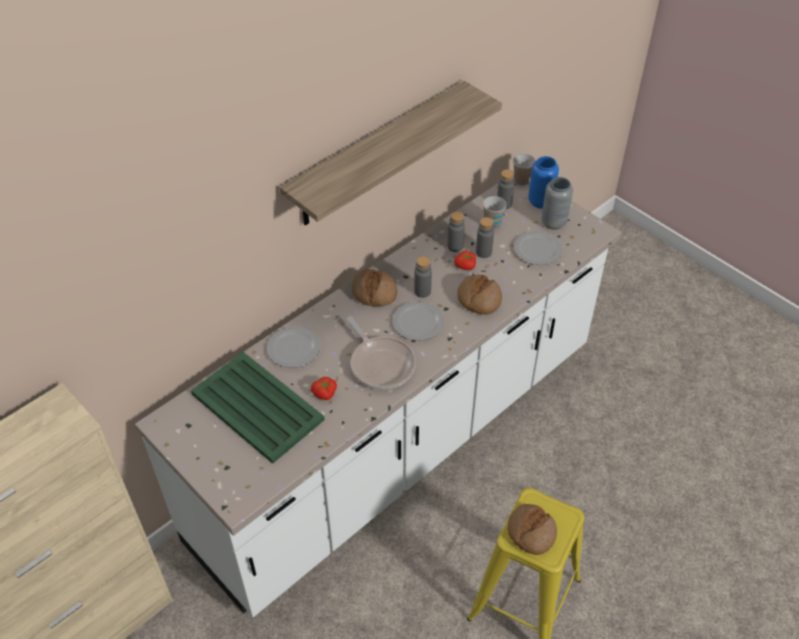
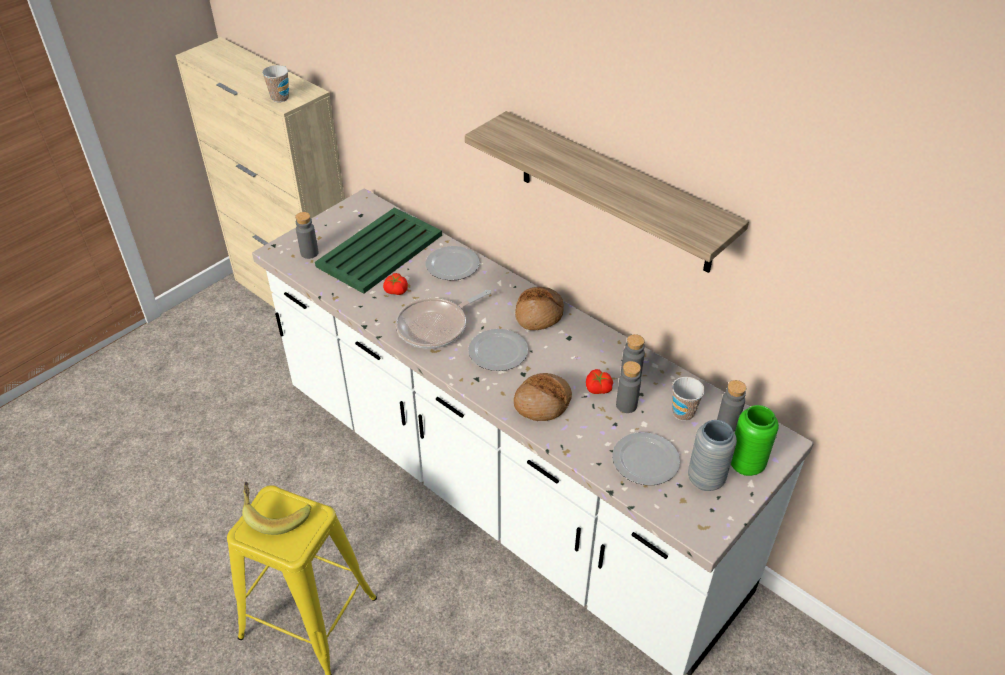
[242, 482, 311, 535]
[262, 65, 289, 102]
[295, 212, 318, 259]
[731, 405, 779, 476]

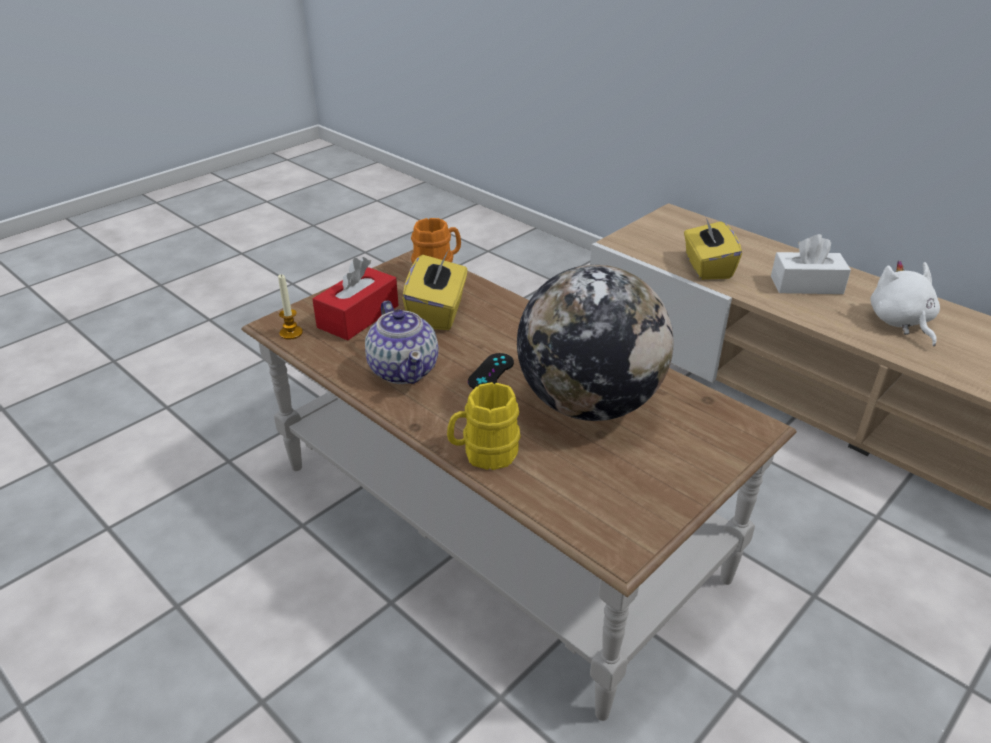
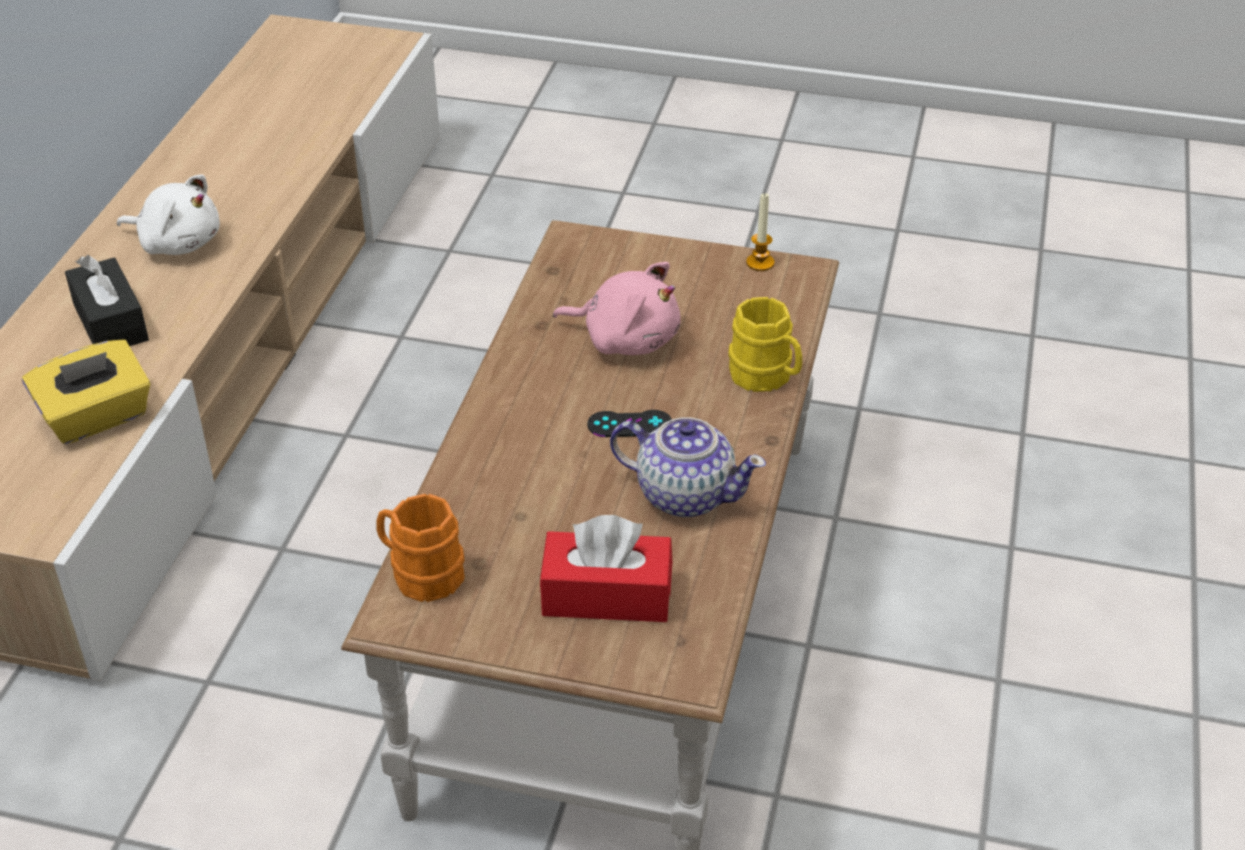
[65, 255, 149, 346]
[117, 174, 220, 255]
[553, 262, 681, 355]
[610, 417, 766, 517]
[746, 193, 775, 271]
[402, 251, 467, 330] (first image)

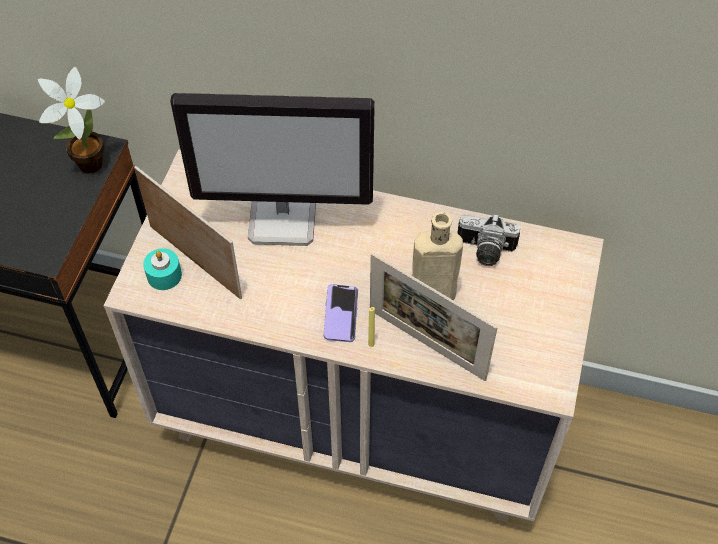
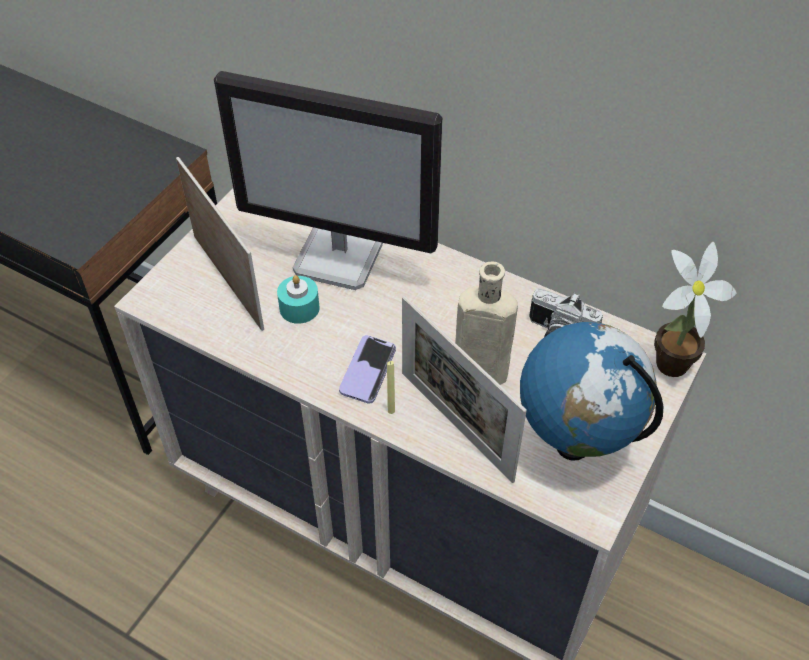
[277, 275, 320, 324]
[520, 322, 664, 461]
[654, 242, 737, 377]

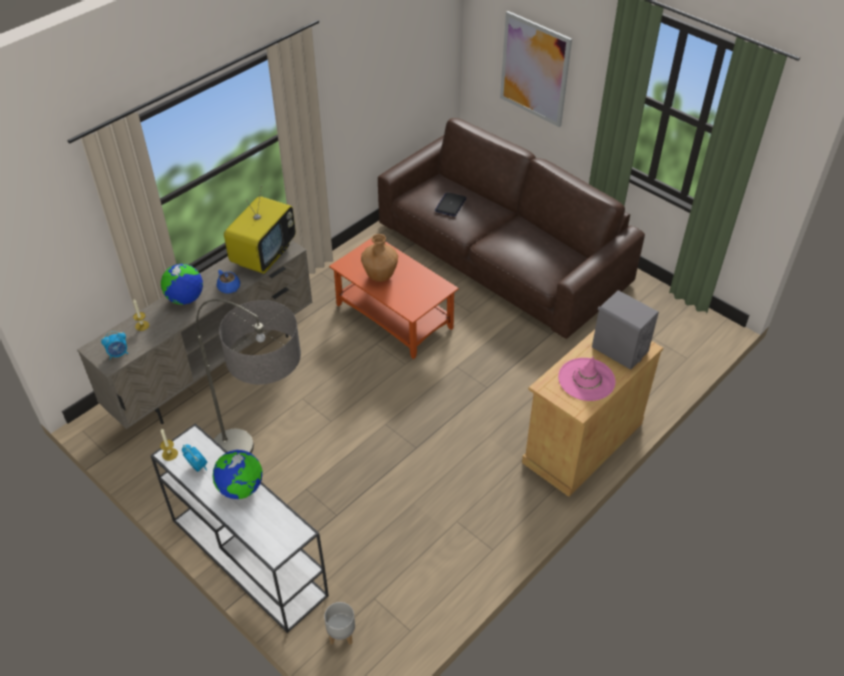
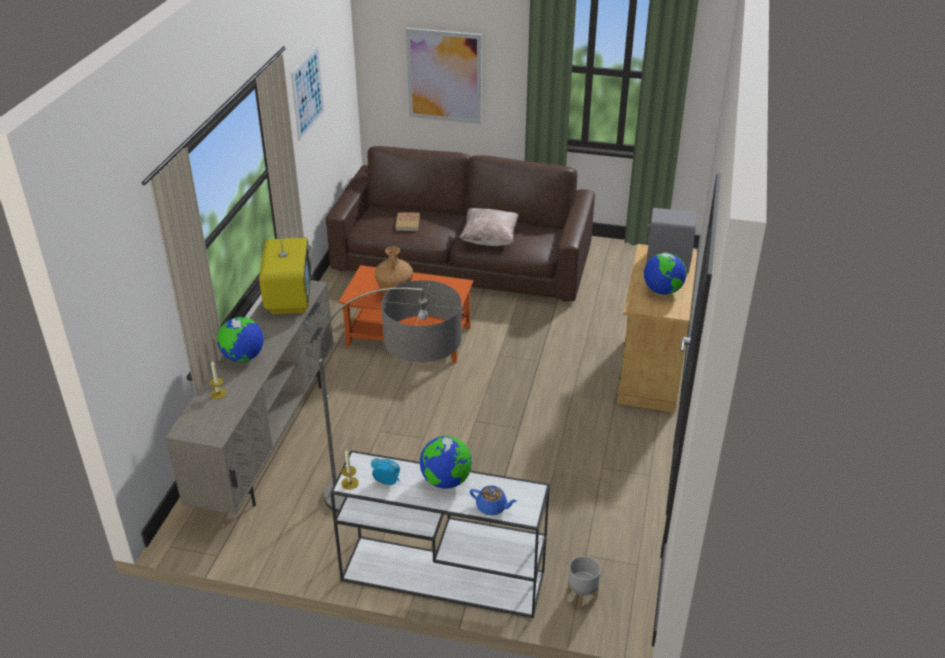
[291, 46, 325, 141]
[395, 213, 420, 231]
[459, 208, 519, 246]
[470, 485, 517, 515]
[644, 252, 687, 295]
[101, 331, 128, 359] (first image)

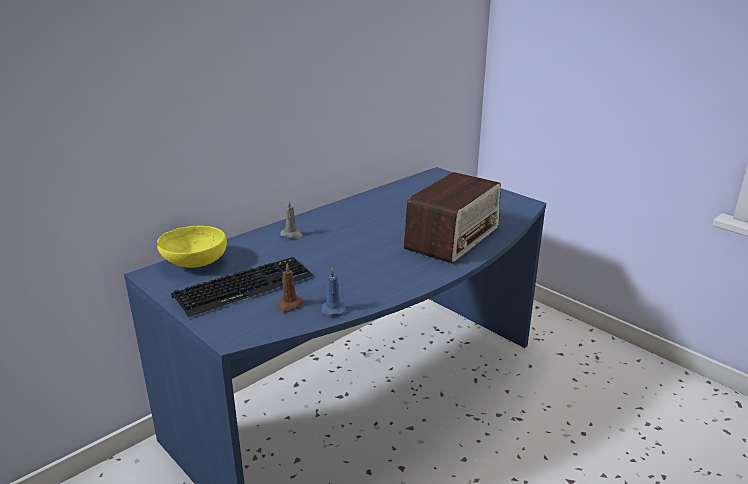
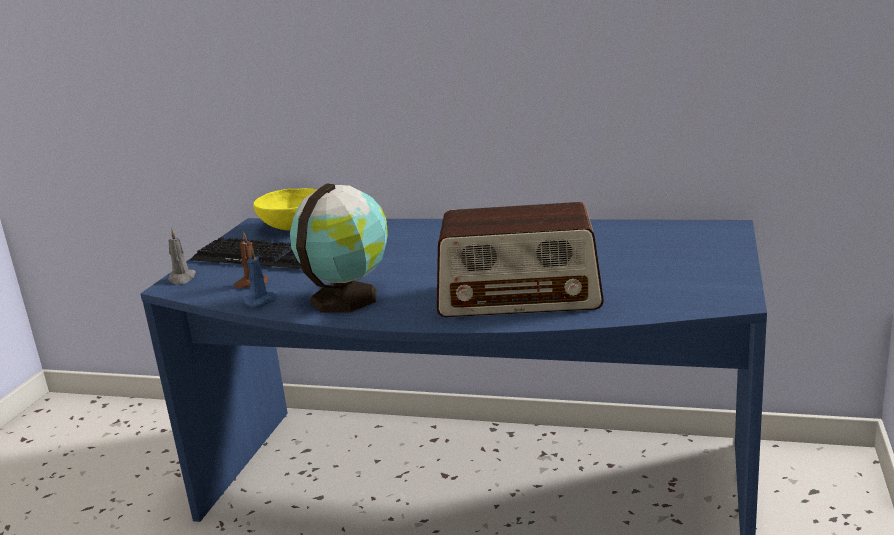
[168, 229, 196, 285]
[290, 184, 388, 312]

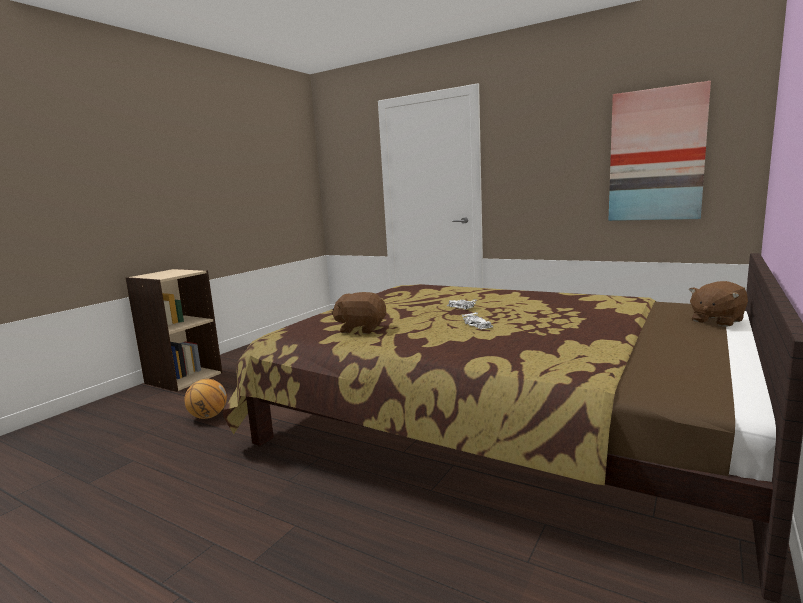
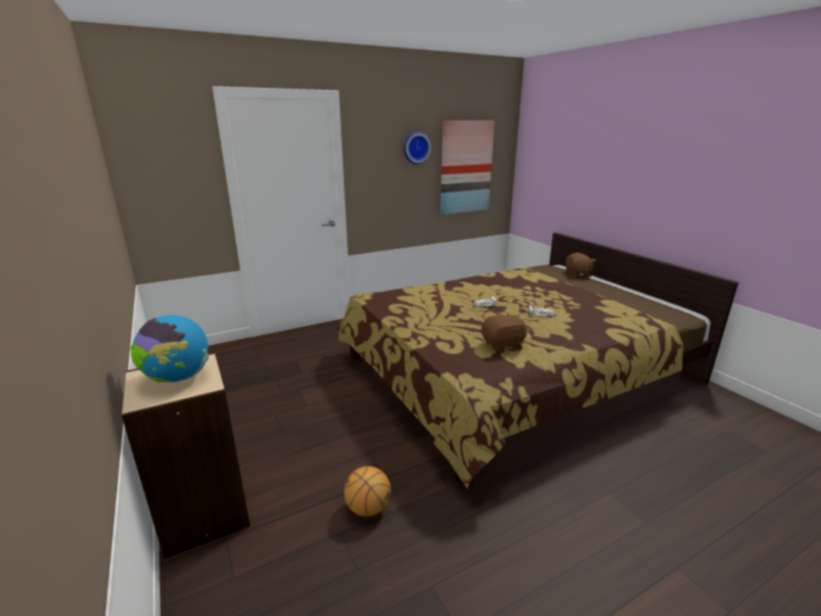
[131, 315, 209, 383]
[404, 132, 431, 164]
[481, 313, 527, 353]

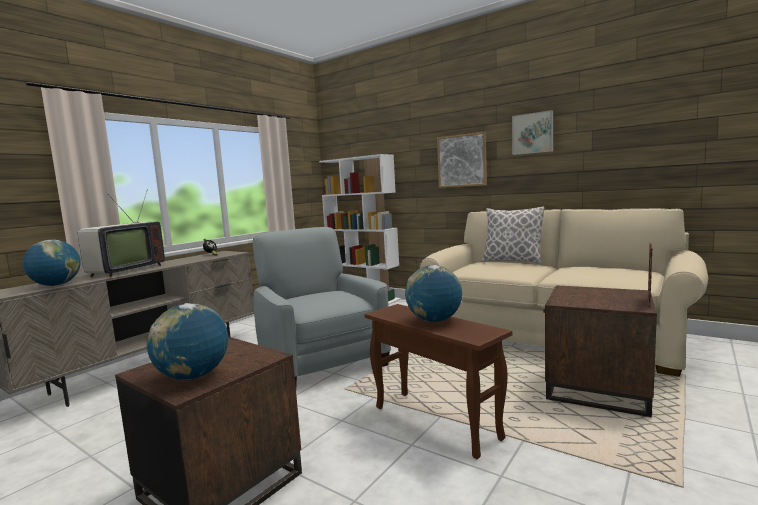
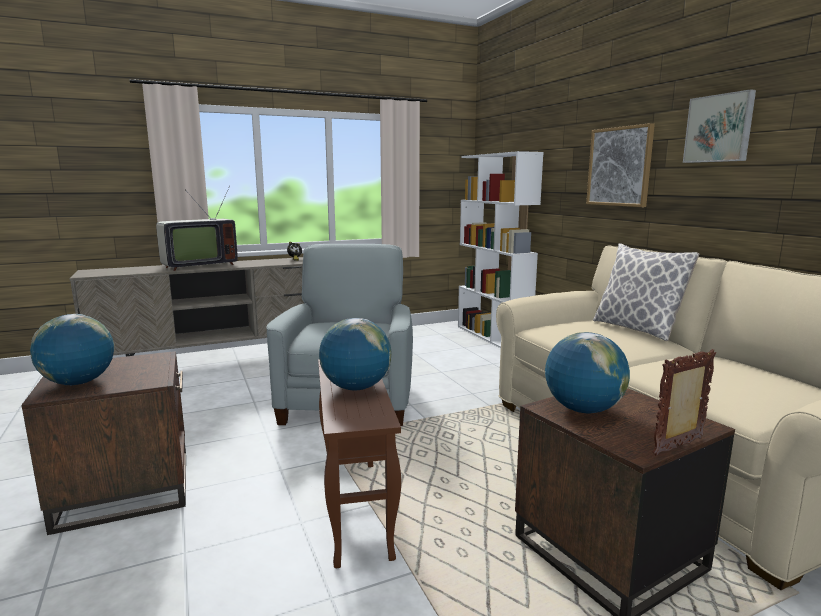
[545, 332, 630, 413]

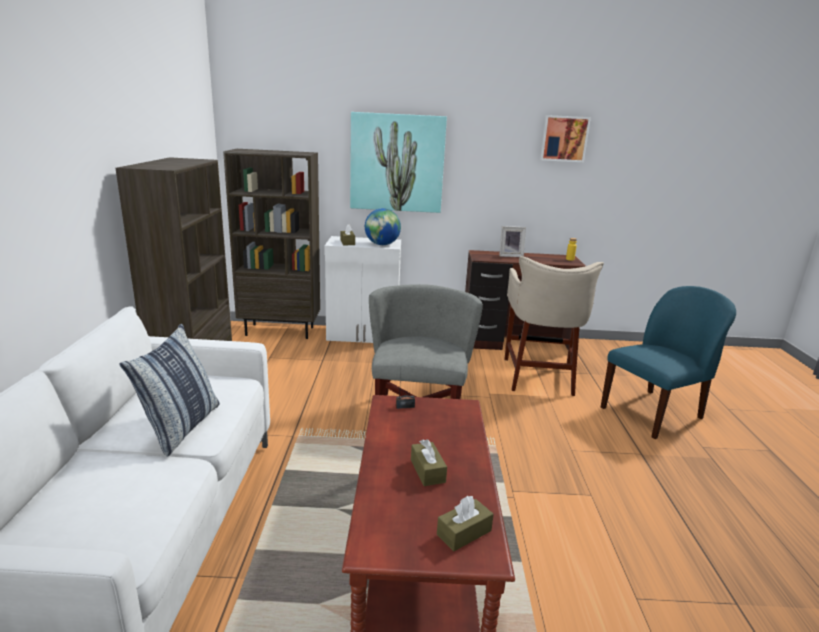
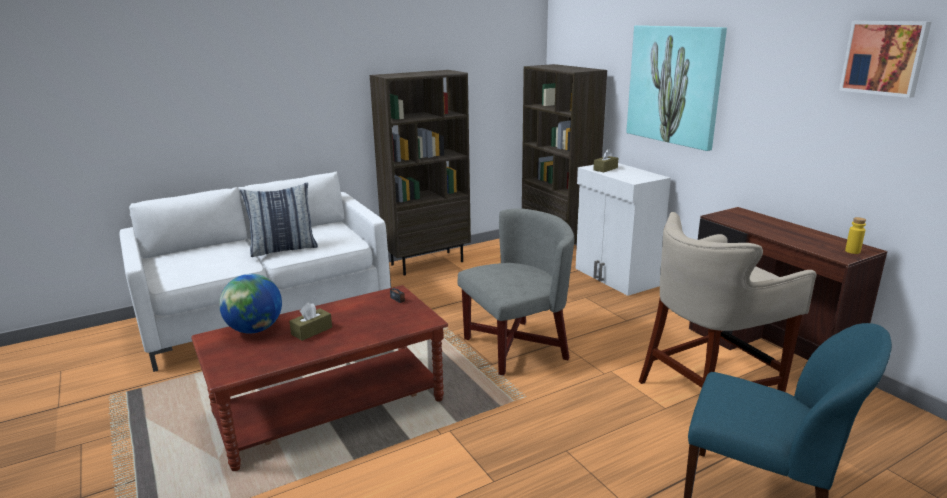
[219, 274, 282, 334]
[437, 496, 494, 551] (first image)
[499, 226, 526, 257] (first image)

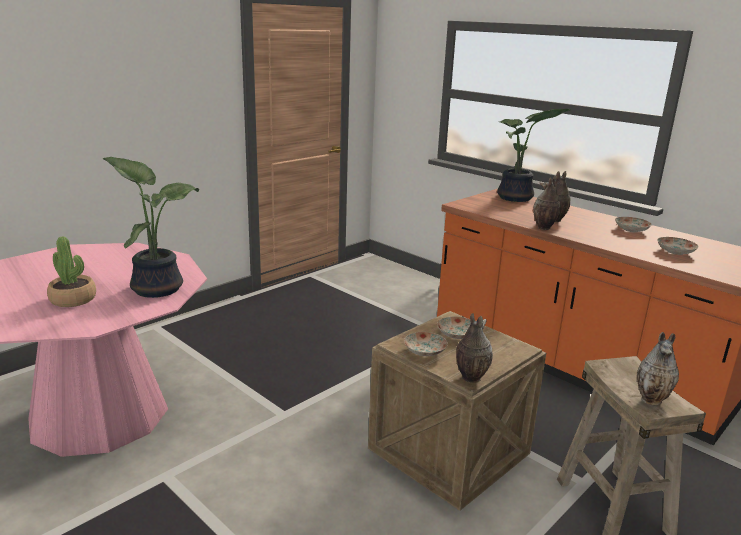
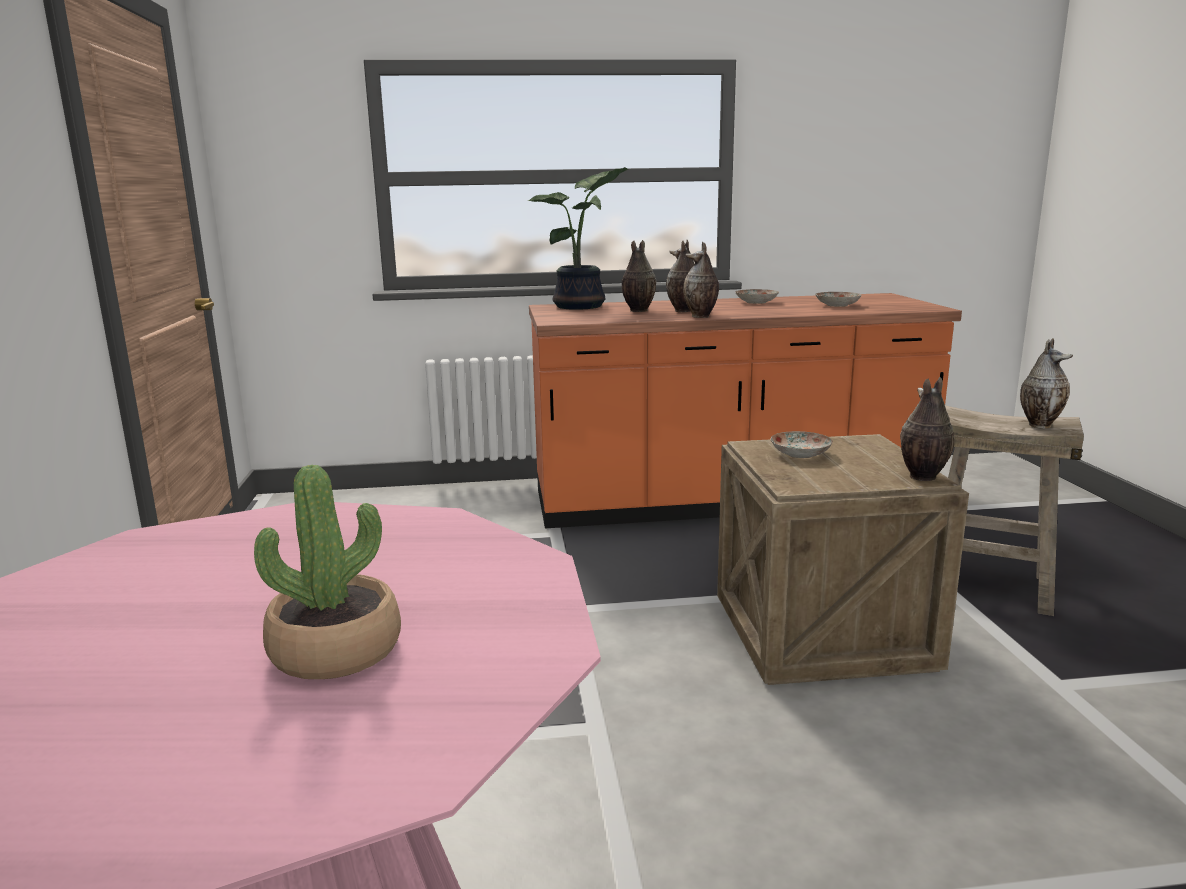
[622, 240, 657, 312]
[102, 157, 199, 298] (first image)
[404, 332, 448, 356] (first image)

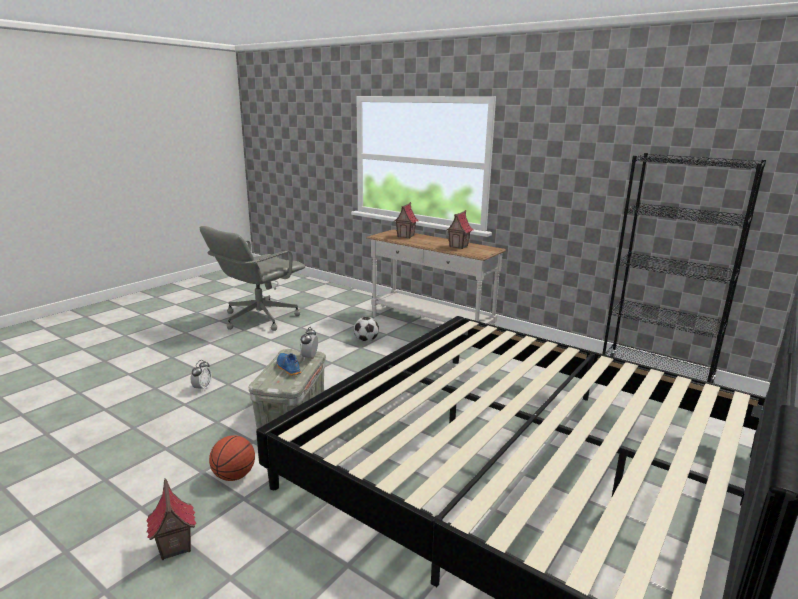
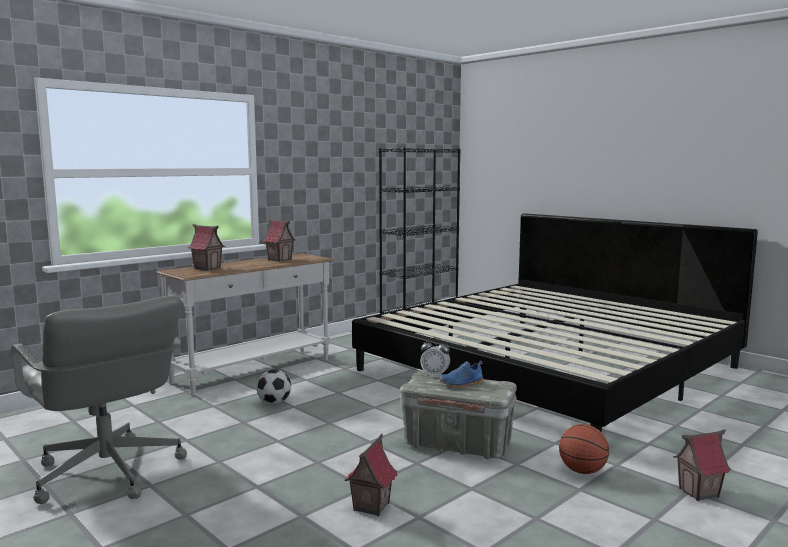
[345, 434, 398, 516]

